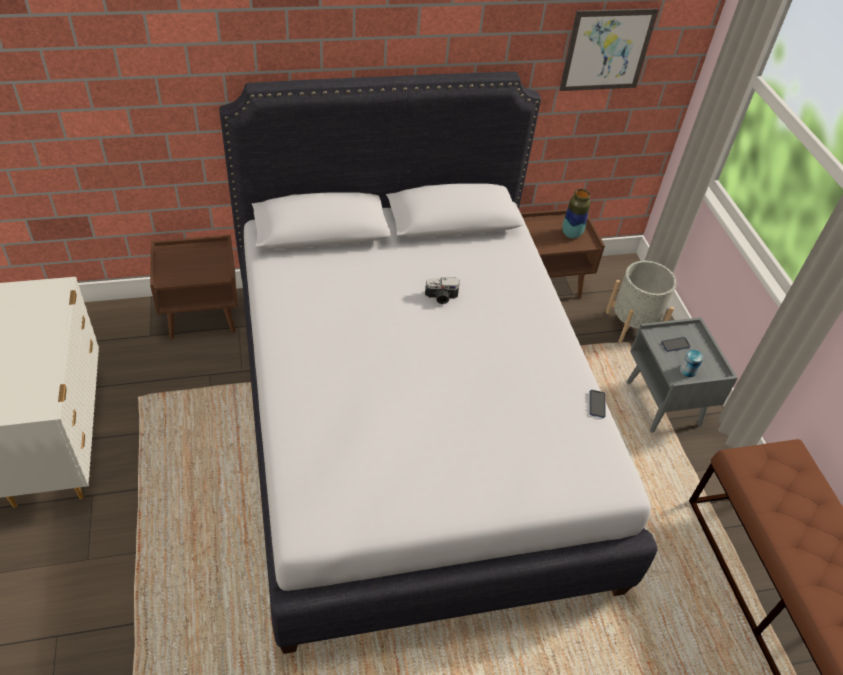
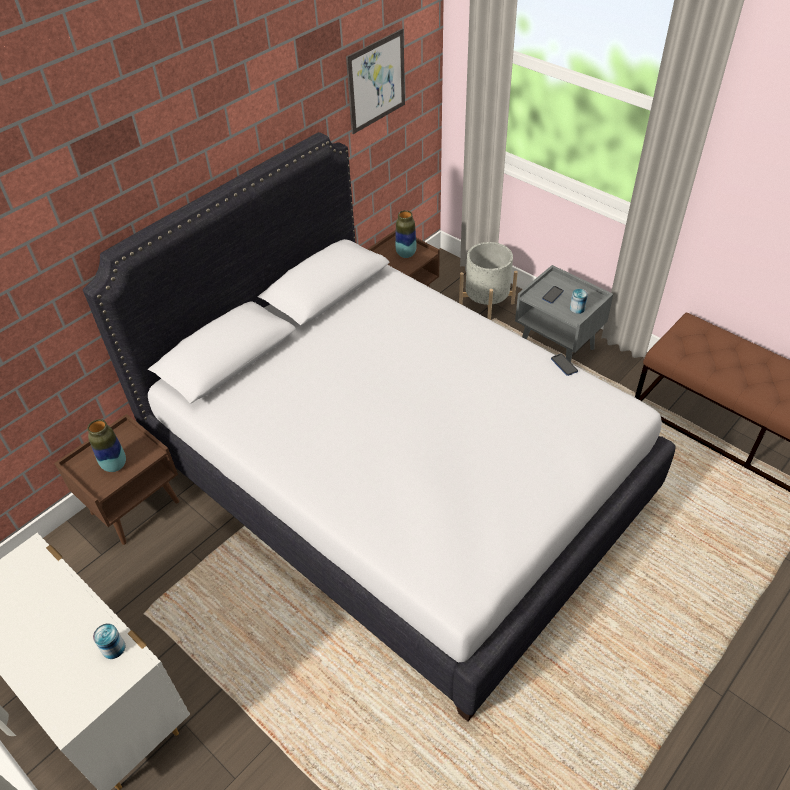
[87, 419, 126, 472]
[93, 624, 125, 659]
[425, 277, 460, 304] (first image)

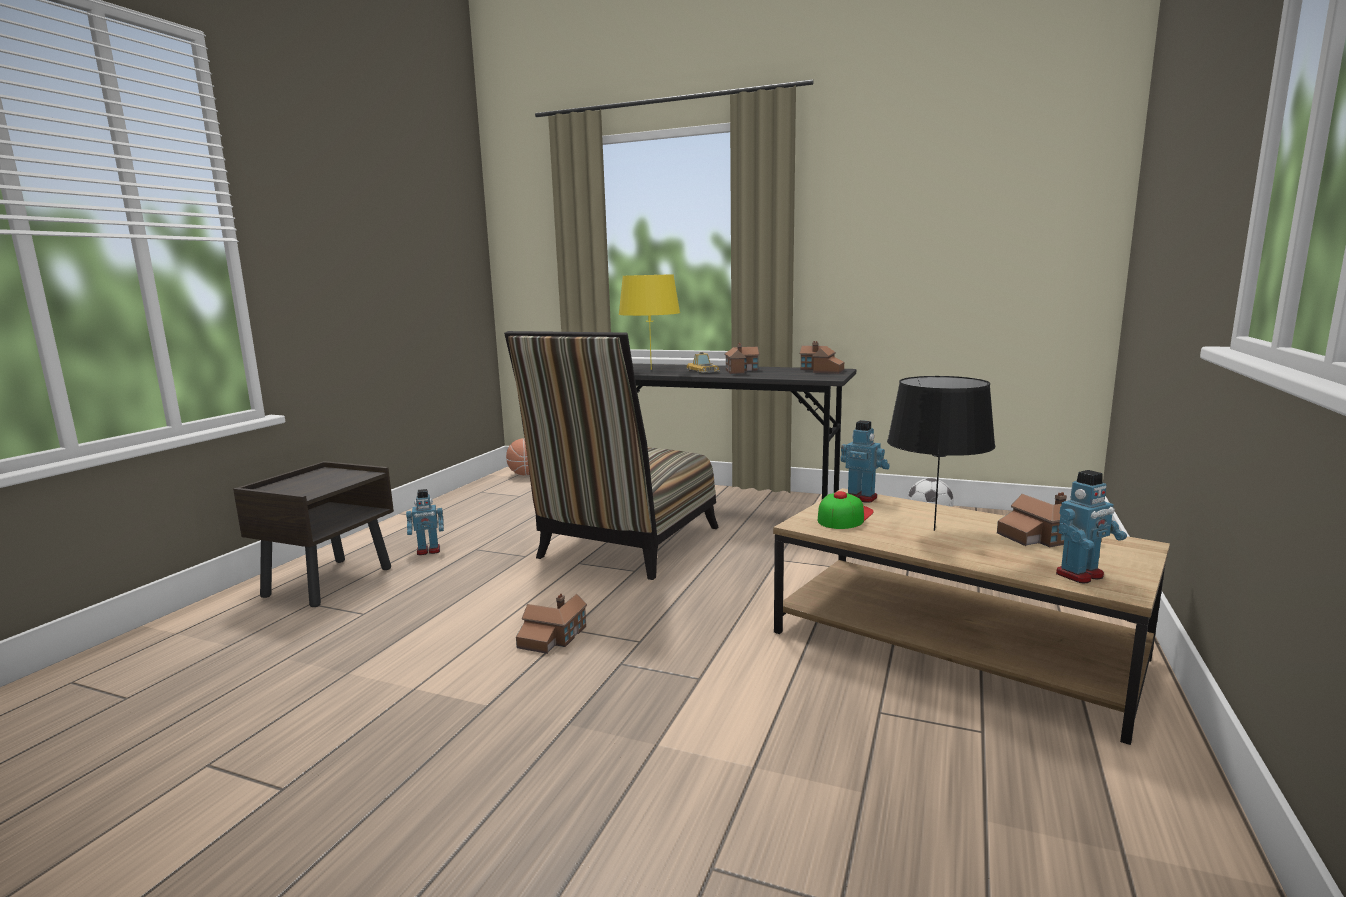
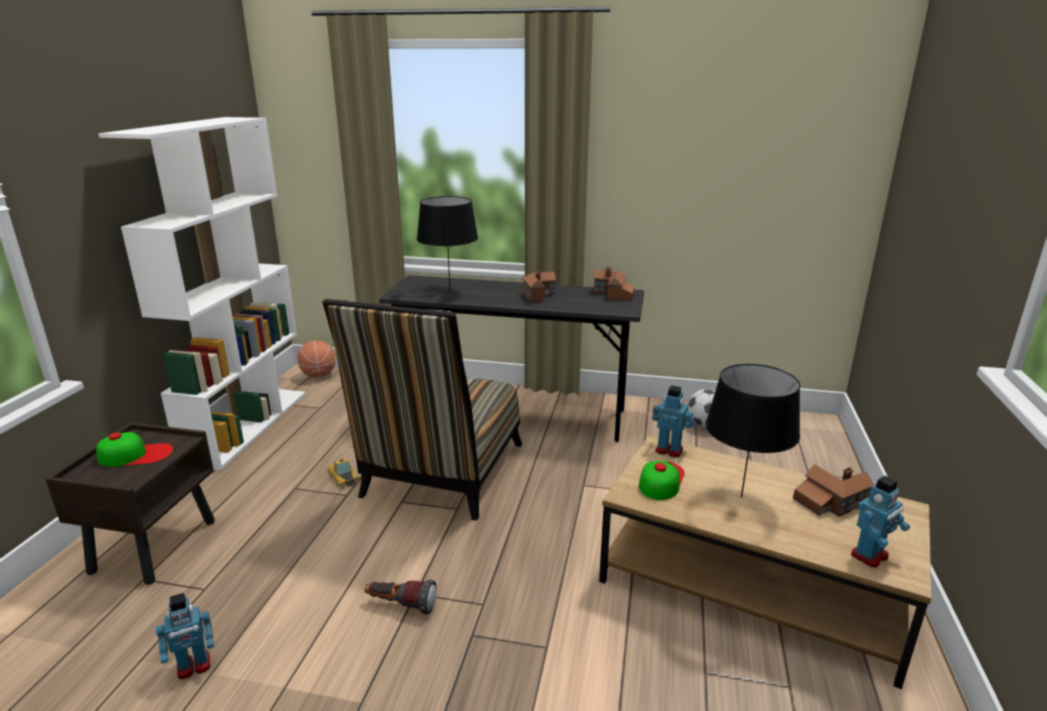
[96, 432, 173, 467]
[98, 117, 306, 471]
[156, 593, 214, 679]
[328, 458, 361, 488]
[365, 579, 436, 615]
[417, 196, 478, 288]

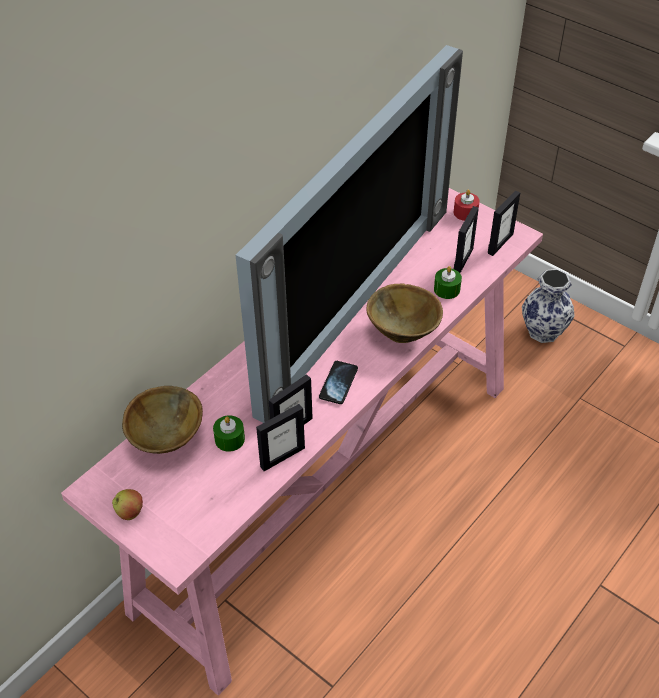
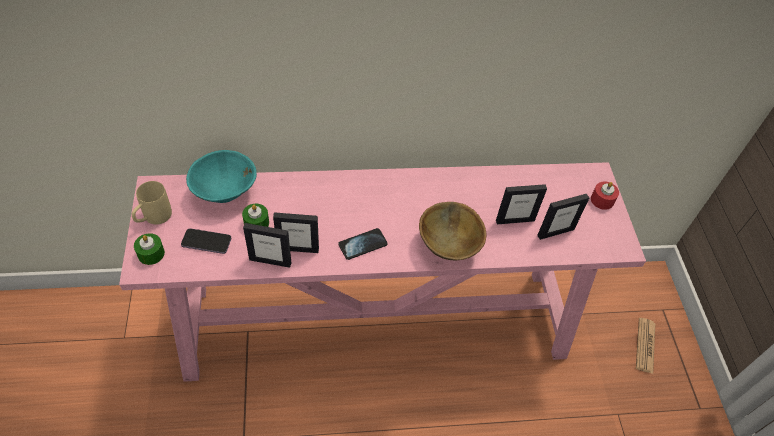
[132, 181, 172, 225]
[134, 233, 165, 265]
[181, 228, 231, 254]
[186, 150, 257, 203]
[496, 184, 547, 224]
[636, 318, 655, 374]
[235, 45, 463, 423] (first image)

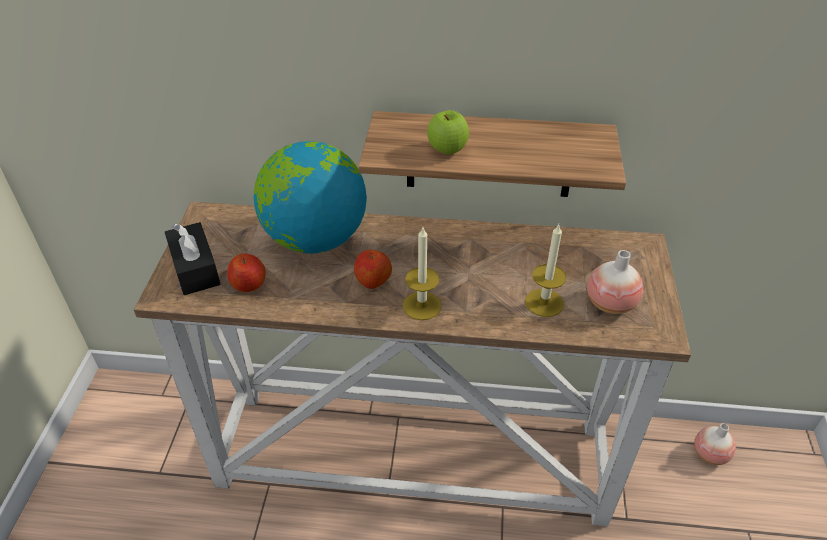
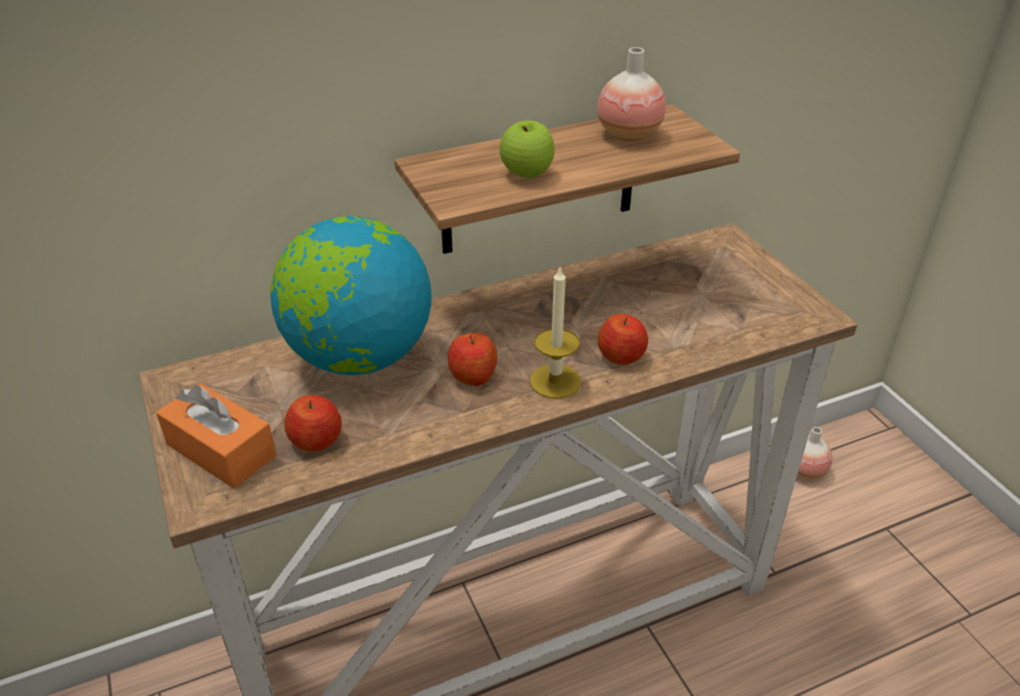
[156, 383, 276, 489]
[597, 47, 666, 141]
[598, 314, 648, 365]
[525, 224, 566, 317] (first image)

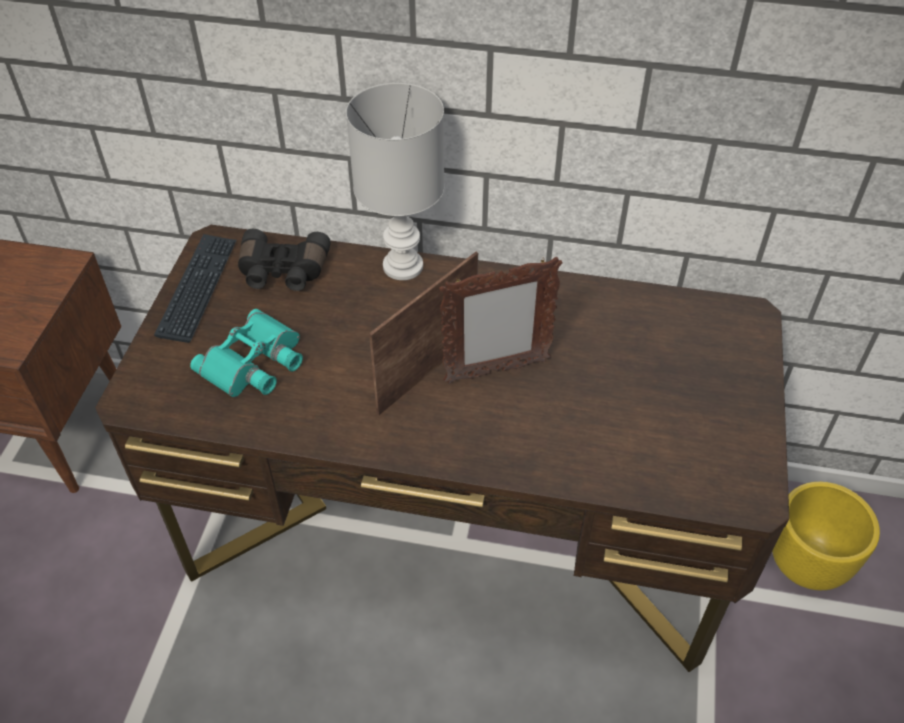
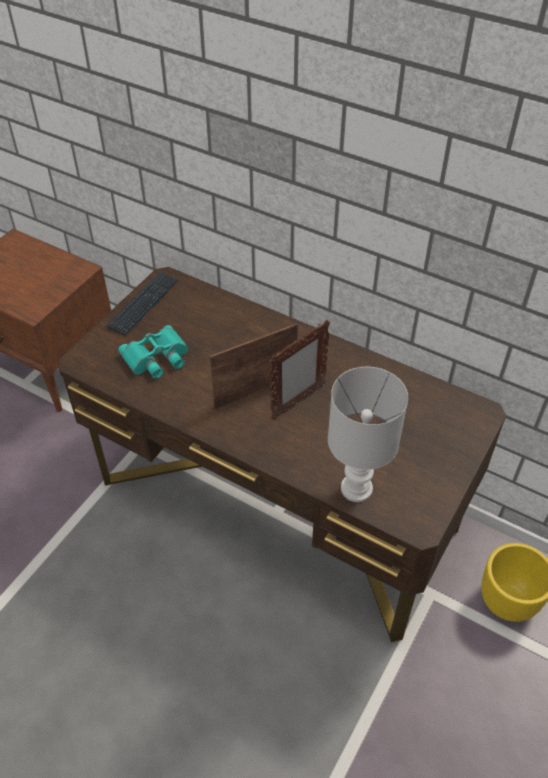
[269, 320, 330, 420]
[328, 367, 408, 502]
[238, 229, 331, 291] (first image)

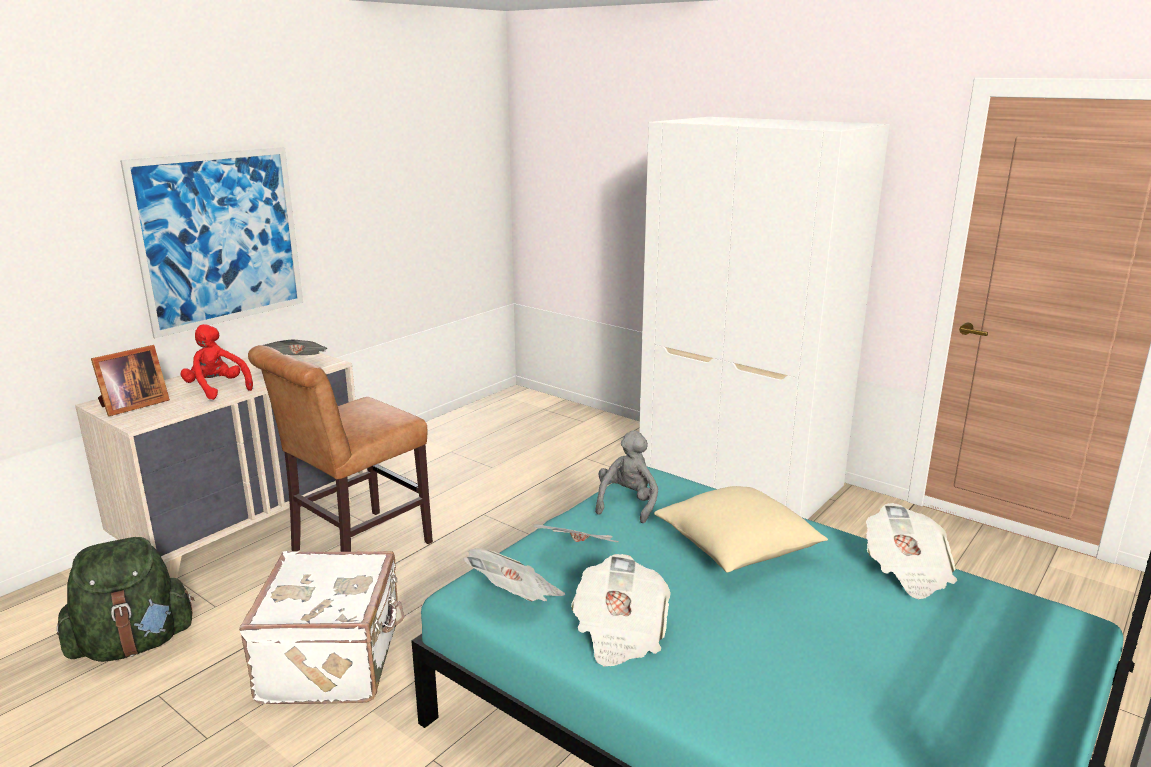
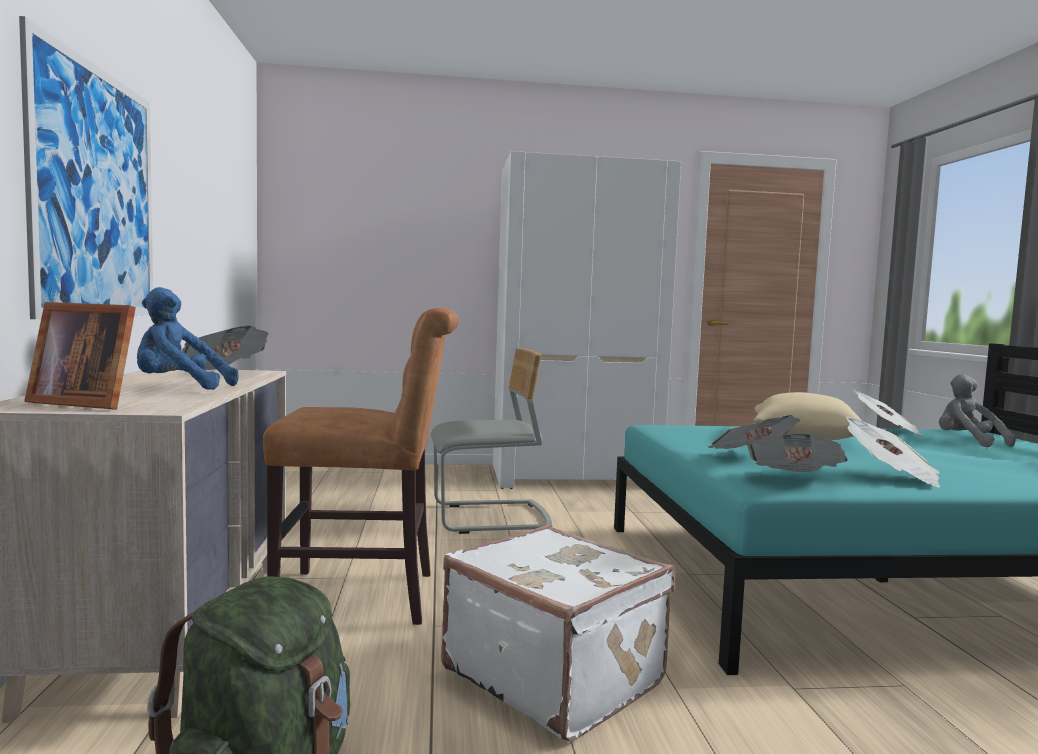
[24, 302, 136, 410]
[137, 287, 238, 390]
[263, 308, 459, 625]
[431, 348, 552, 534]
[939, 374, 1016, 447]

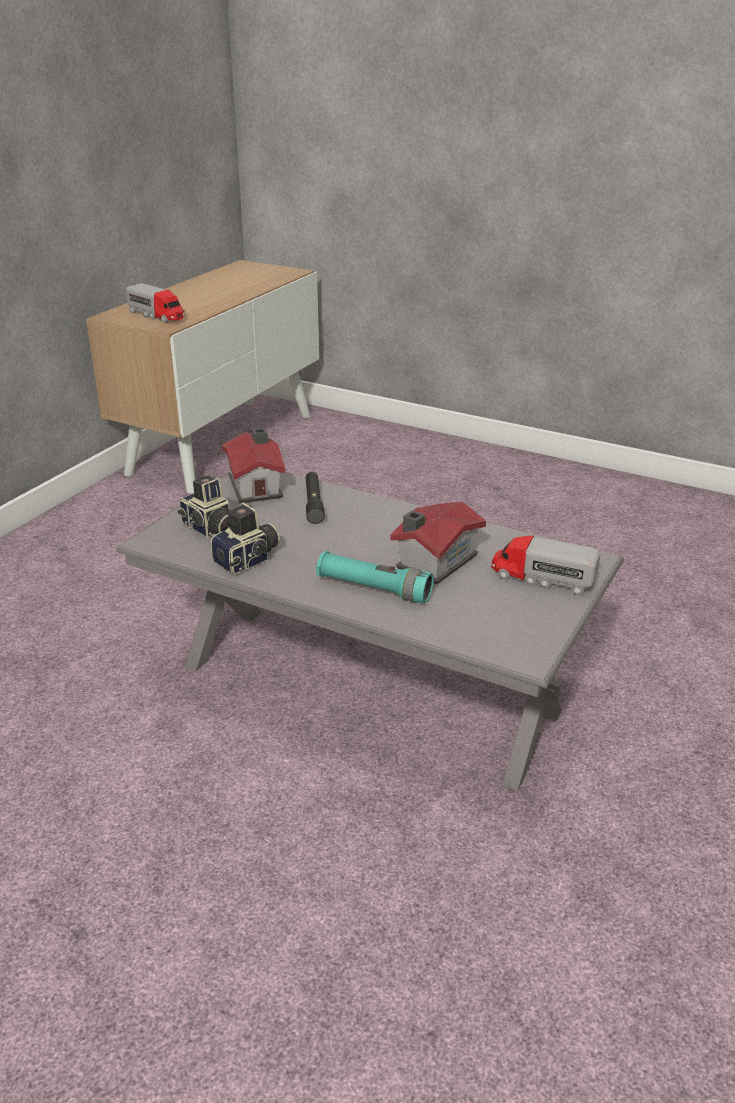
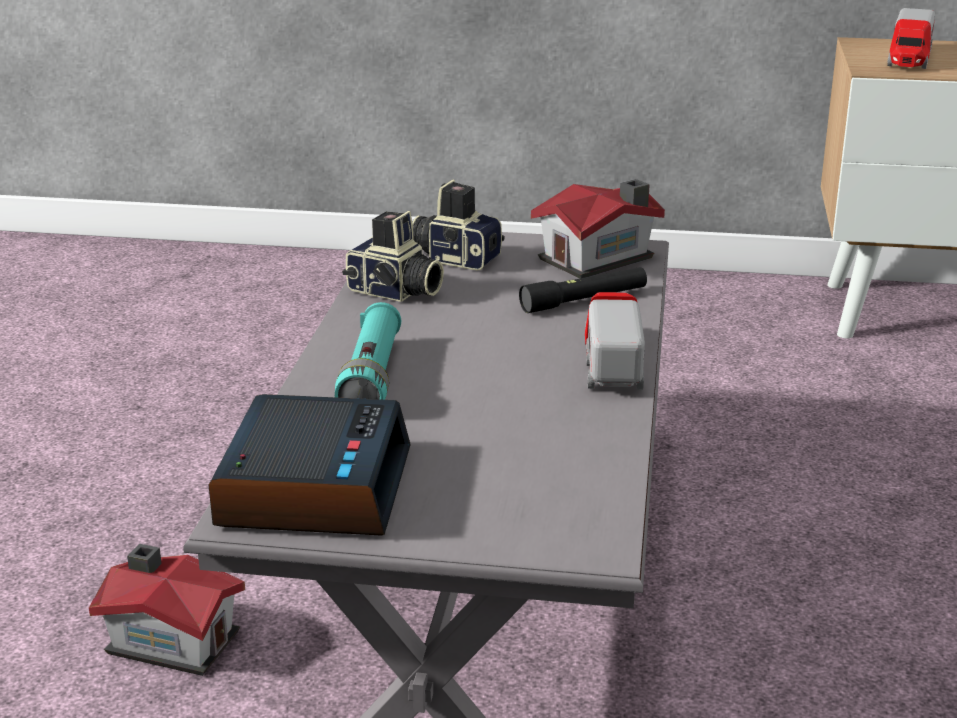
[89, 544, 245, 676]
[209, 394, 411, 536]
[412, 180, 505, 270]
[585, 292, 645, 390]

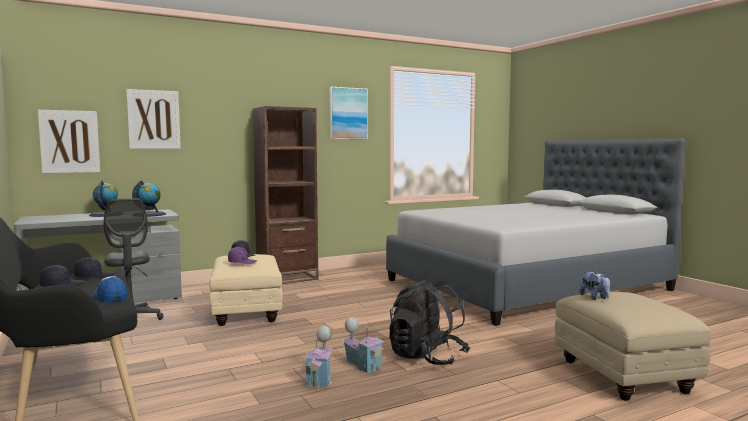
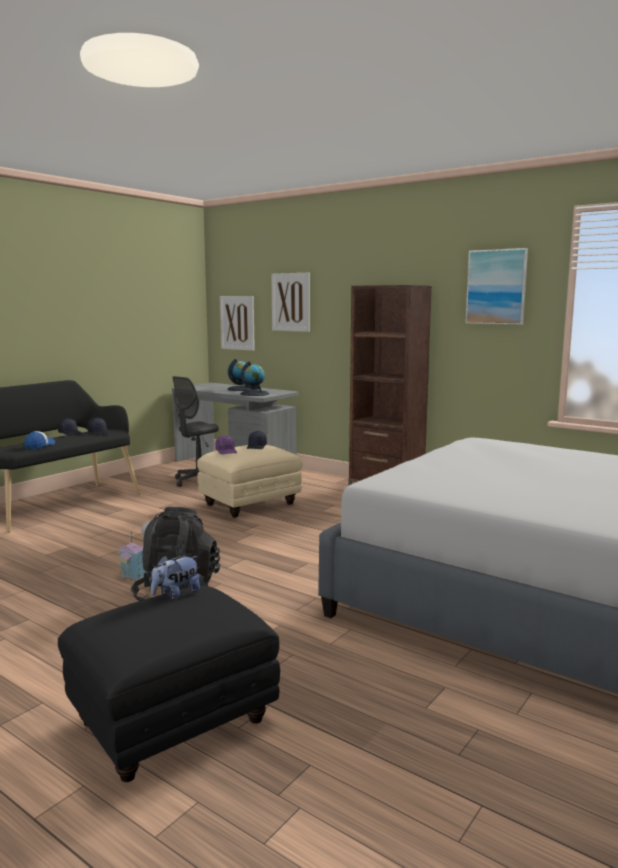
[58, 586, 280, 782]
[305, 326, 333, 390] (first image)

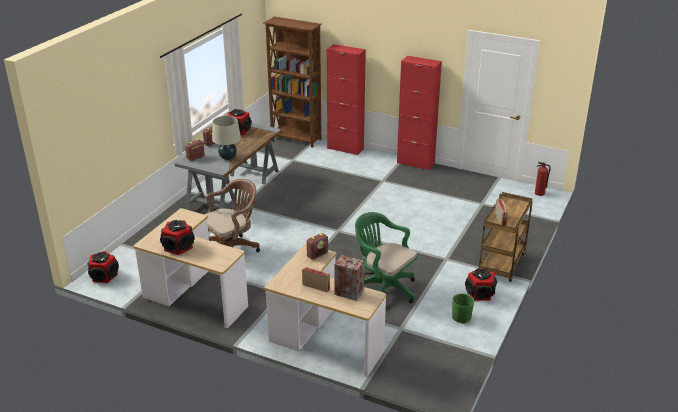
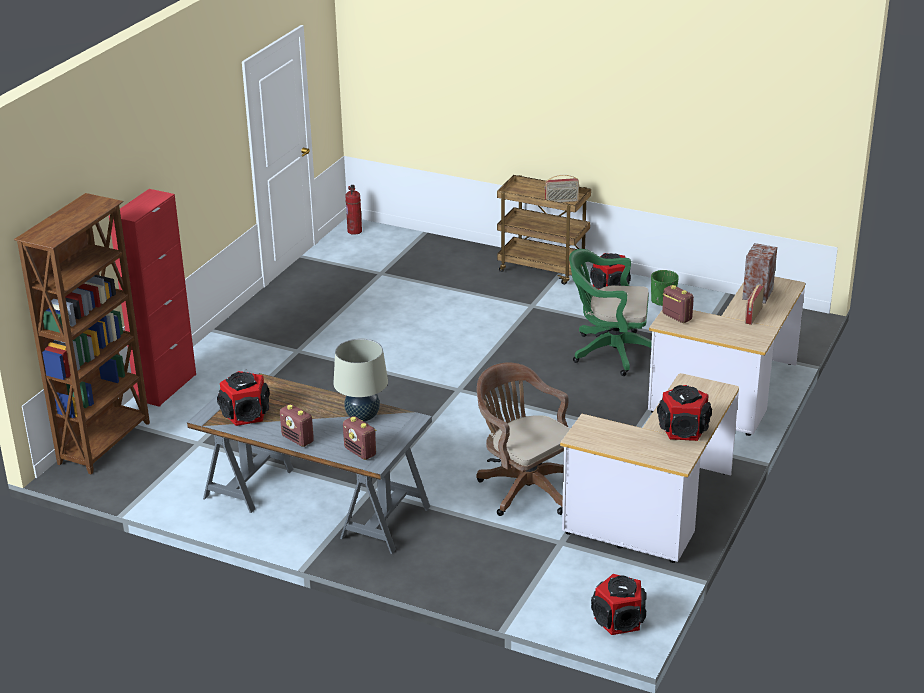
[569, 249, 652, 376]
[397, 56, 442, 170] (first image)

